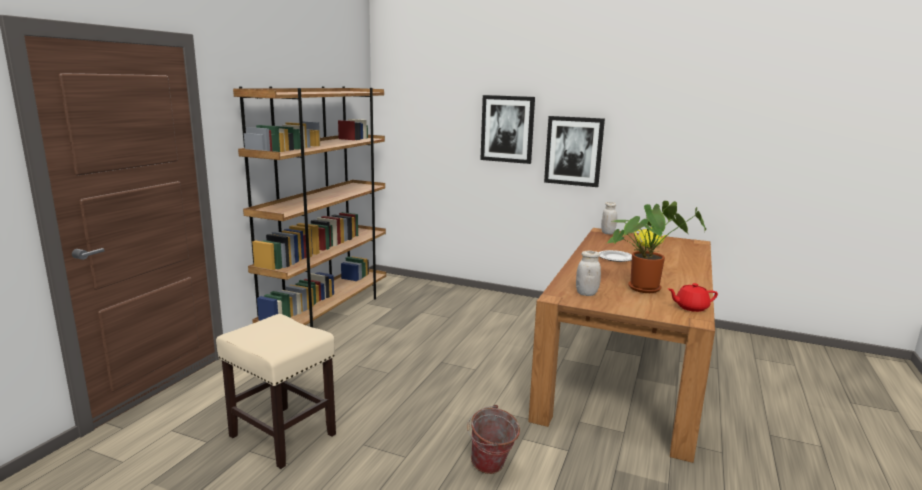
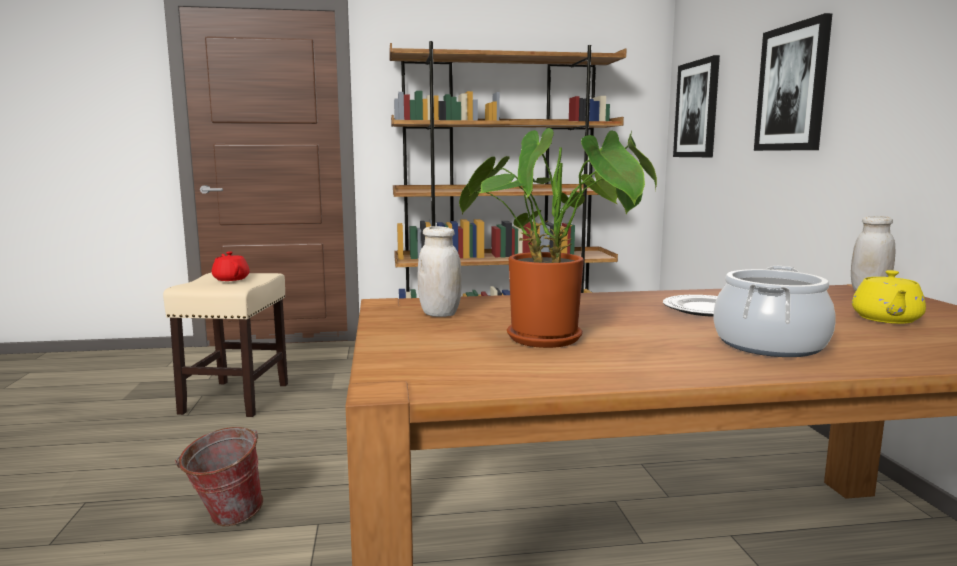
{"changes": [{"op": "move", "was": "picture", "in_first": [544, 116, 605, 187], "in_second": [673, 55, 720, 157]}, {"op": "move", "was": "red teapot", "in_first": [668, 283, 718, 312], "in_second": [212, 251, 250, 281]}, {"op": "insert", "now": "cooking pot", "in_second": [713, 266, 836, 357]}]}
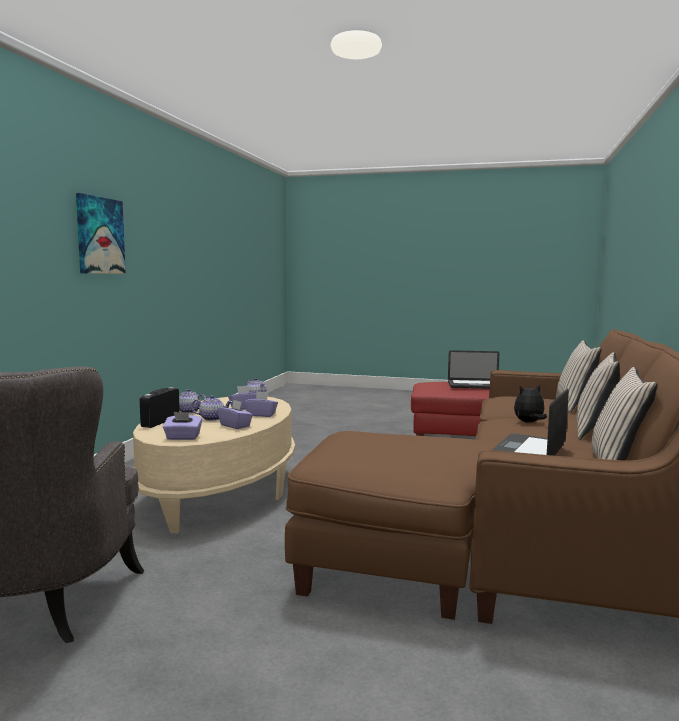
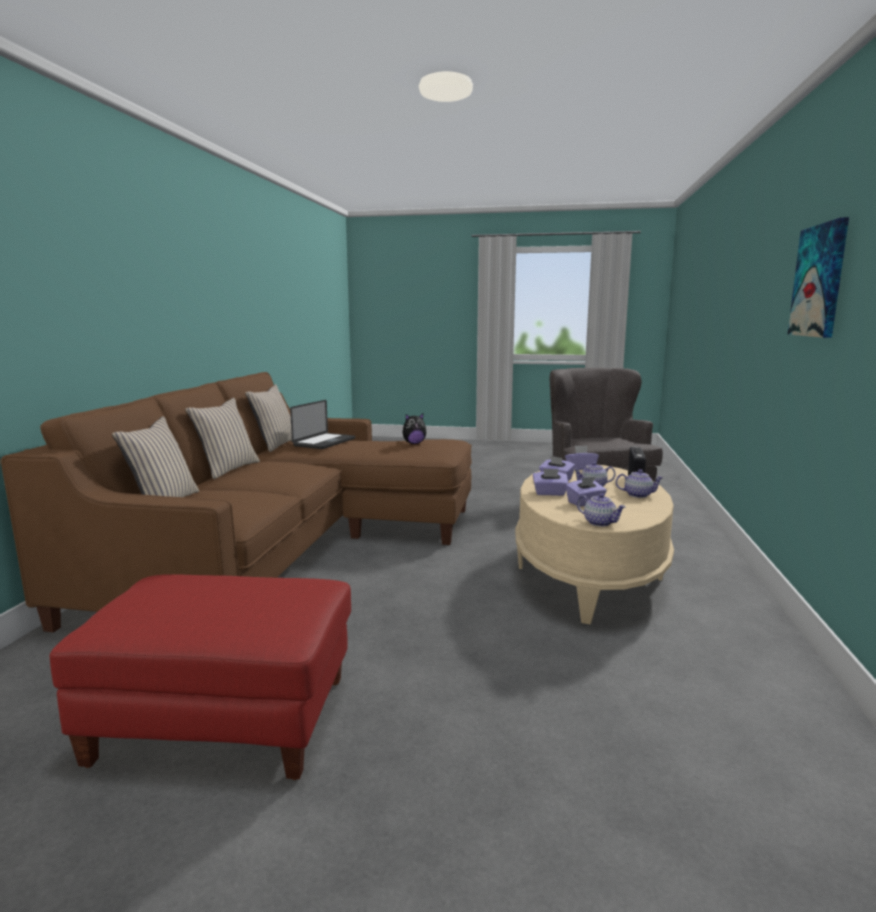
{"changes": [{"op": "delete", "was": "laptop", "in_first": [448, 350, 499, 389]}, {"op": "move", "was": "plush toy", "in_first": [514, 385, 547, 423], "in_second": [403, 414, 426, 444]}]}
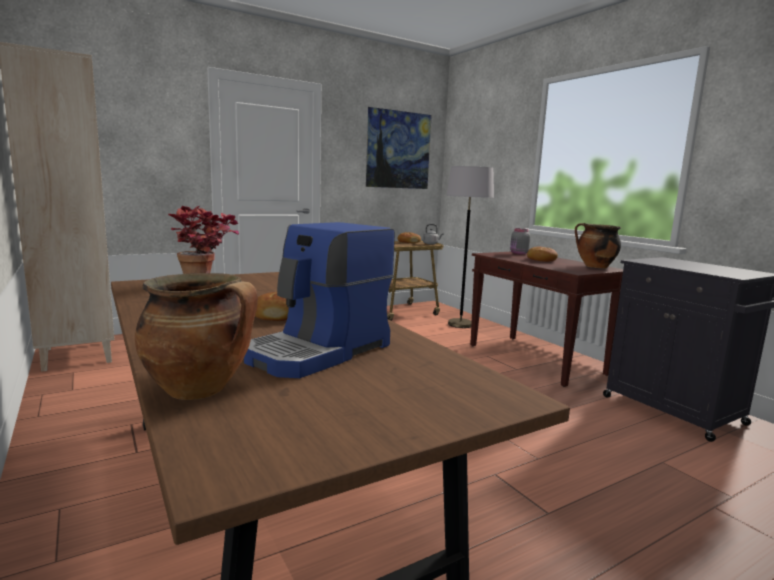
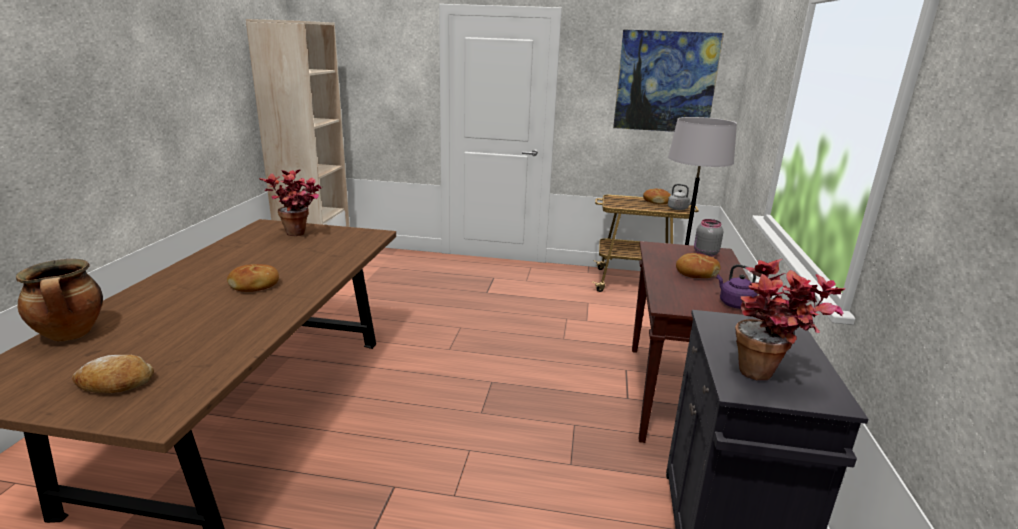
{"changes": [{"op": "delete", "was": "coffee machine", "in_first": [244, 222, 395, 378]}, {"op": "replace", "was": "cooking pot", "now": "purple kettle", "in_first": [575, 223, 621, 268], "in_second": [717, 264, 757, 309]}, {"op": "insert", "now": "bread", "in_second": [72, 355, 154, 393]}, {"op": "insert", "now": "potted plant", "in_second": [735, 259, 846, 380]}]}
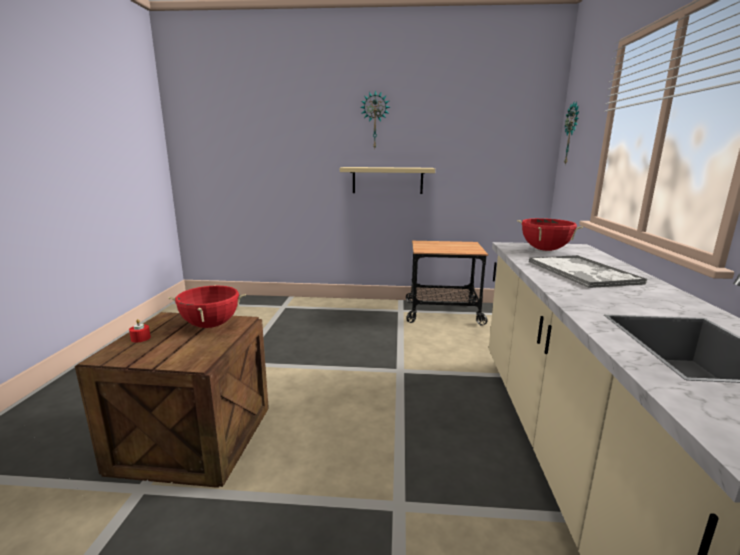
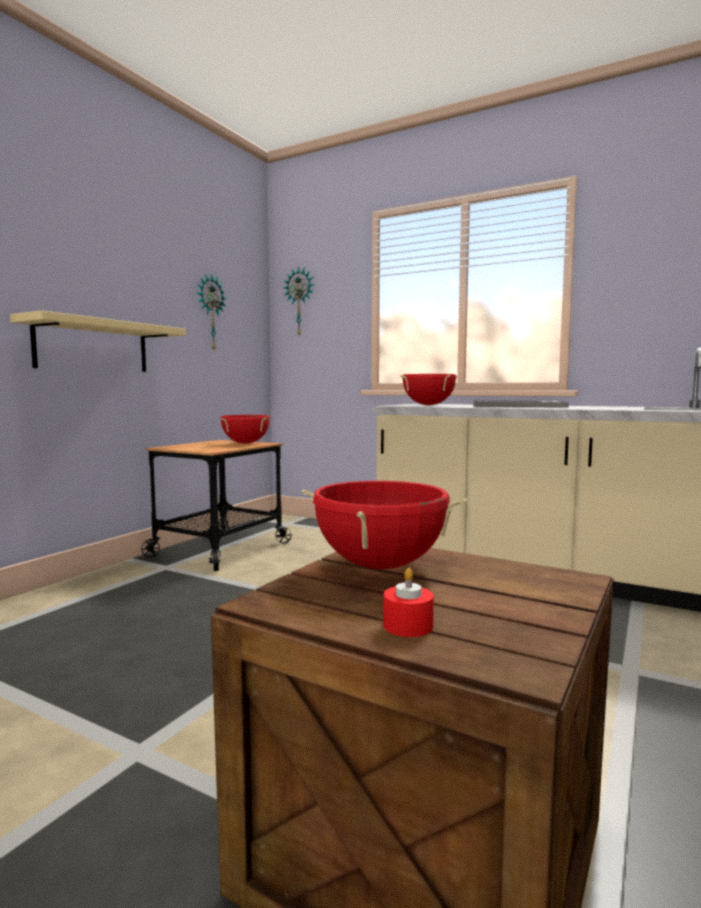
{"changes": [{"op": "move", "was": "wall clock", "in_first": [360, 90, 390, 148], "in_second": [197, 275, 226, 350]}, {"op": "insert", "now": "red cooking pot", "in_second": [220, 415, 270, 444]}]}
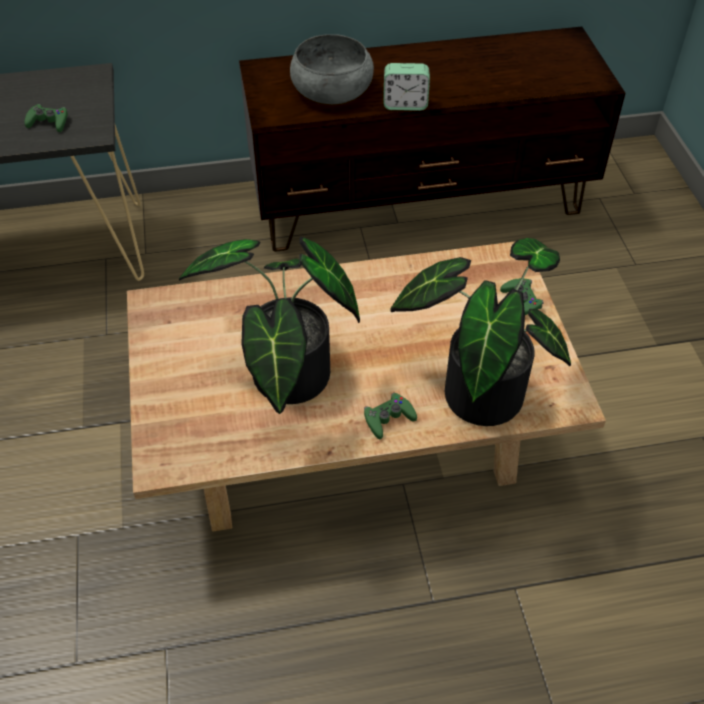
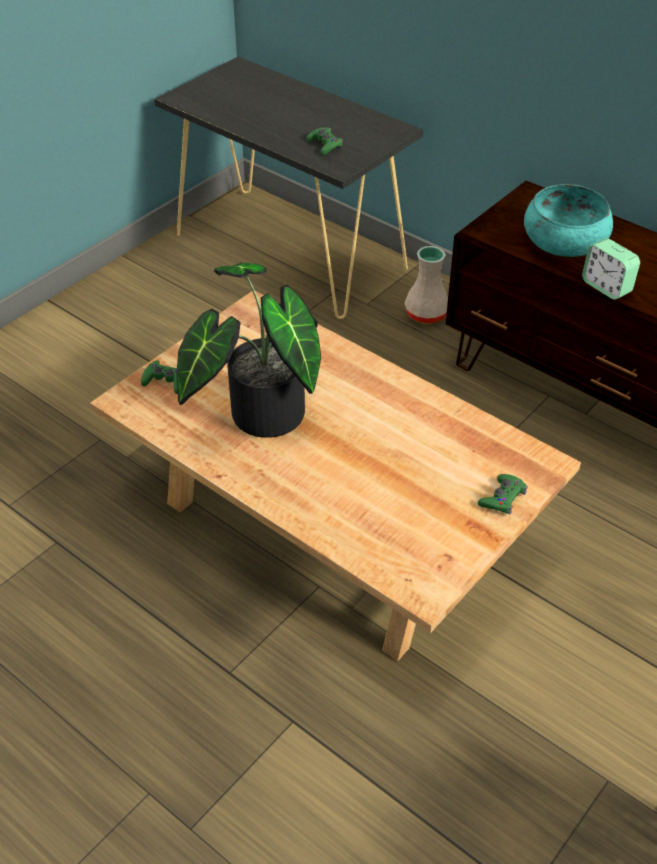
{"changes": [{"op": "recolor", "was": "grey bowl", "now": "turquoise bowl", "in_first": [290, 34, 374, 104], "in_second": [524, 184, 613, 257]}, {"op": "move", "was": "green game controller", "in_first": [364, 392, 417, 439], "in_second": [141, 360, 178, 394]}, {"op": "delete", "was": "potted plant", "in_first": [390, 238, 571, 426]}, {"op": "insert", "now": "beige vase", "in_second": [405, 246, 448, 324]}]}
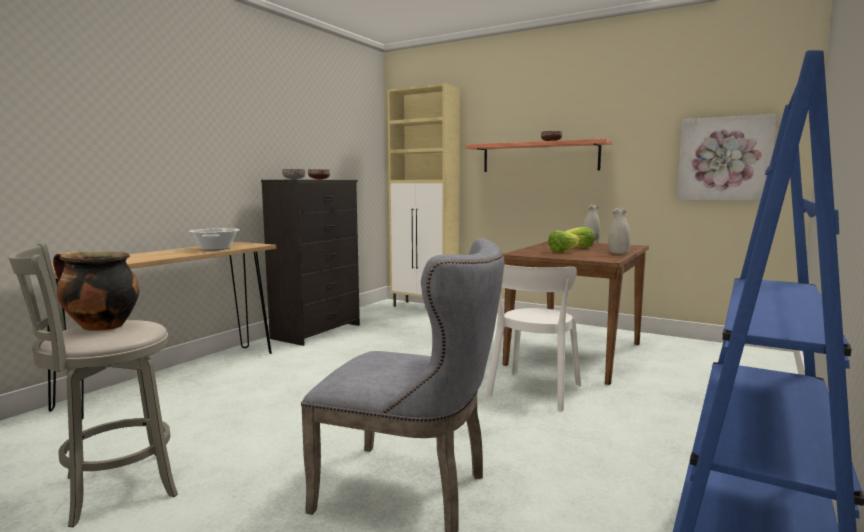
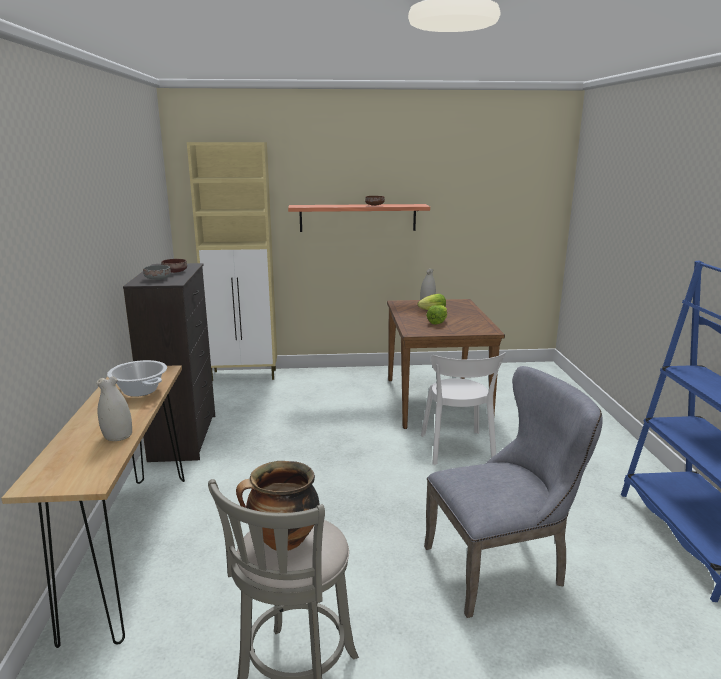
{"changes": [{"op": "move", "was": "white vase", "in_first": [608, 208, 631, 254], "in_second": [96, 376, 132, 441]}, {"op": "delete", "was": "picture", "in_first": [677, 114, 777, 201]}]}
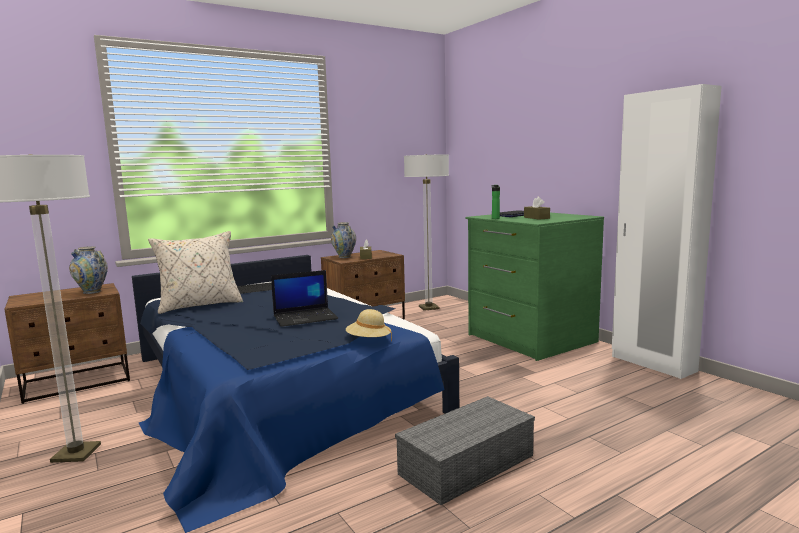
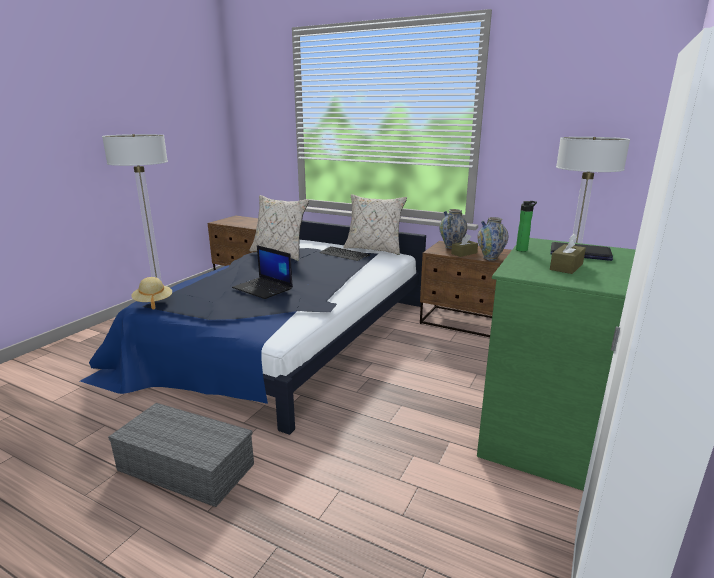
{"changes": [{"op": "move", "was": "vase", "in_first": [69, 246, 108, 294], "in_second": [477, 217, 509, 261]}, {"op": "move", "was": "beige hat", "in_first": [346, 309, 392, 341], "in_second": [131, 277, 172, 310]}, {"op": "insert", "now": "beige pillow", "in_second": [343, 194, 407, 255]}]}
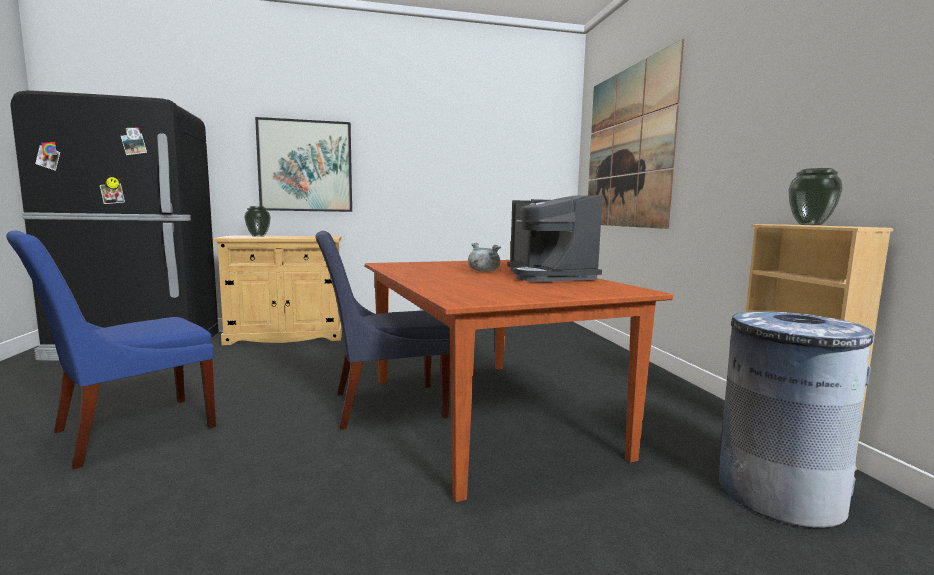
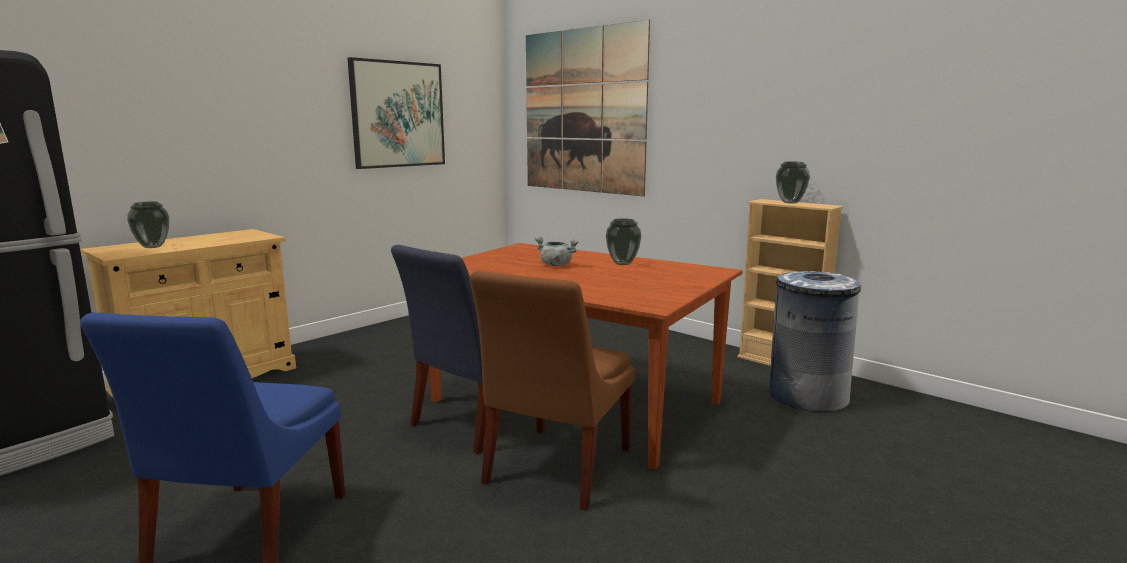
{"changes": [{"op": "move", "was": "picture", "in_first": [255, 117, 352, 212], "in_second": [348, 57, 445, 169]}, {"op": "replace", "was": "coffee machine", "now": "vase", "in_first": [507, 195, 602, 282], "in_second": [606, 219, 641, 265]}, {"op": "insert", "now": "brown chair", "in_second": [470, 271, 635, 511]}]}
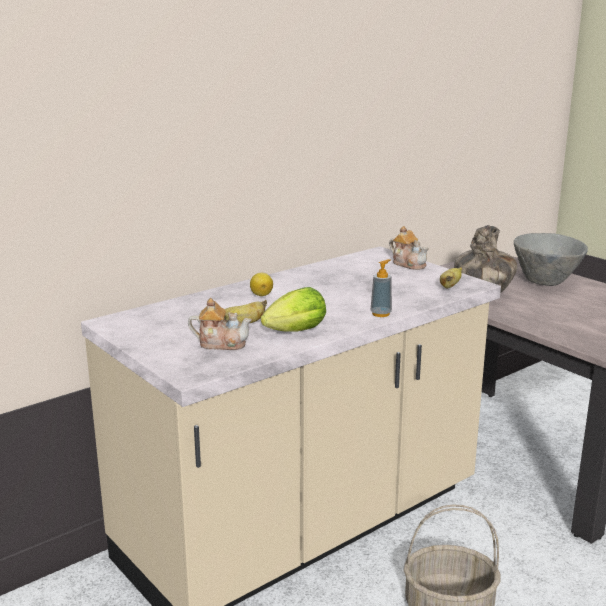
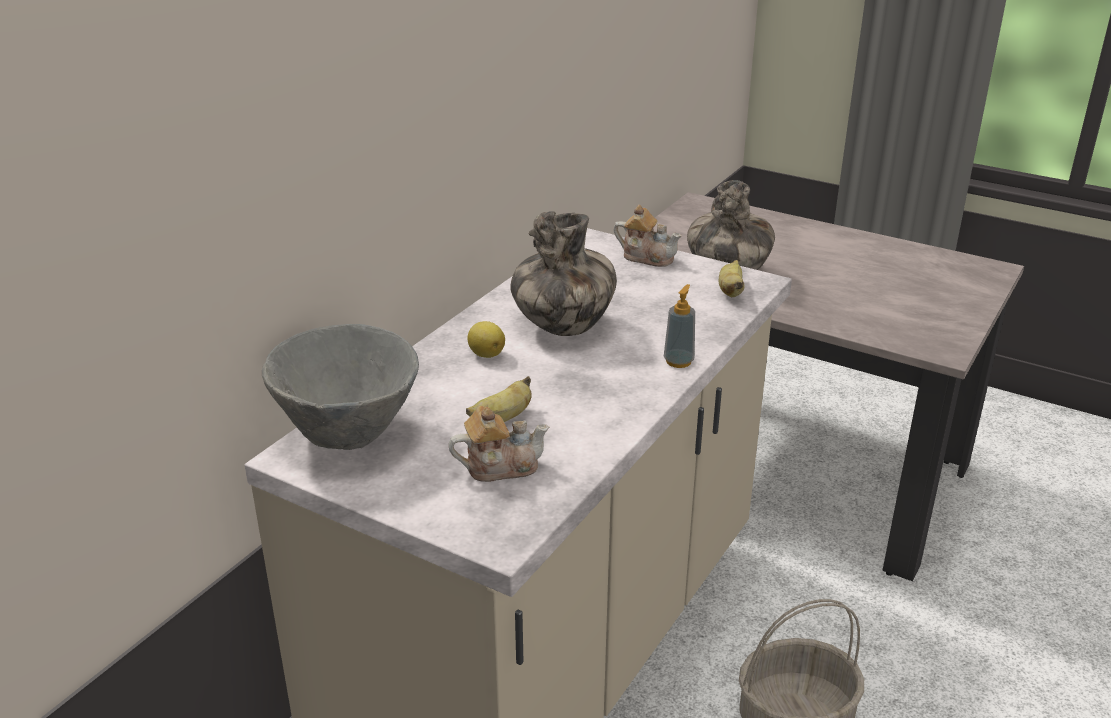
{"changes": [{"op": "delete", "was": "lettuce", "in_first": [261, 287, 326, 331]}, {"op": "move", "was": "grey bowl", "in_first": [514, 233, 588, 286], "in_second": [262, 324, 419, 450]}, {"op": "insert", "now": "vase", "in_second": [510, 211, 617, 336]}]}
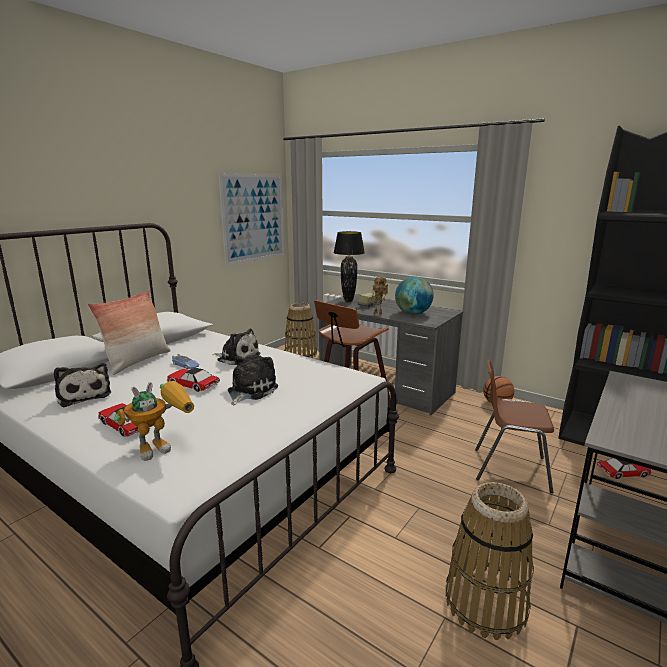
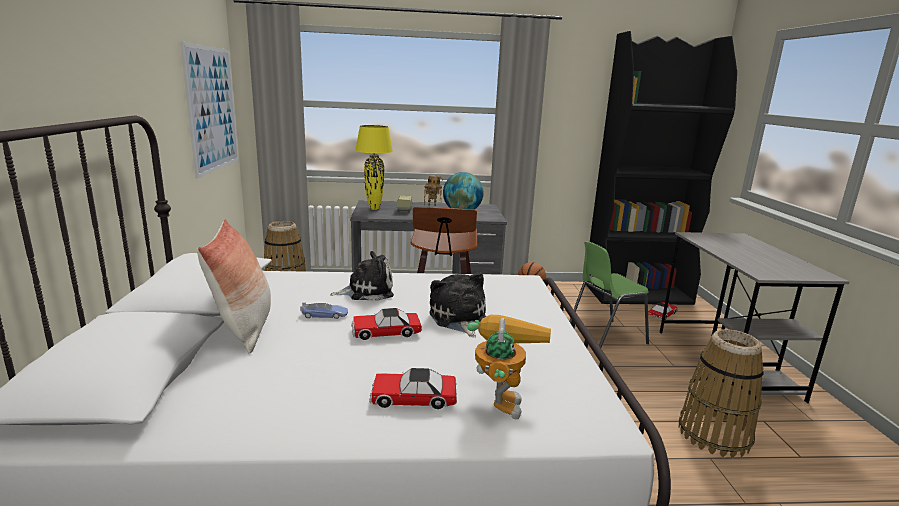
{"changes": [{"op": "delete", "was": "plush toy", "in_first": [54, 363, 111, 407]}, {"op": "recolor", "was": "black table lamp", "now": "yellow table lamp", "in_first": [334, 231, 365, 302], "in_second": [355, 125, 393, 210]}, {"op": "recolor", "was": "brown chair", "now": "green chair", "in_first": [475, 360, 554, 493], "in_second": [569, 241, 649, 348]}]}
